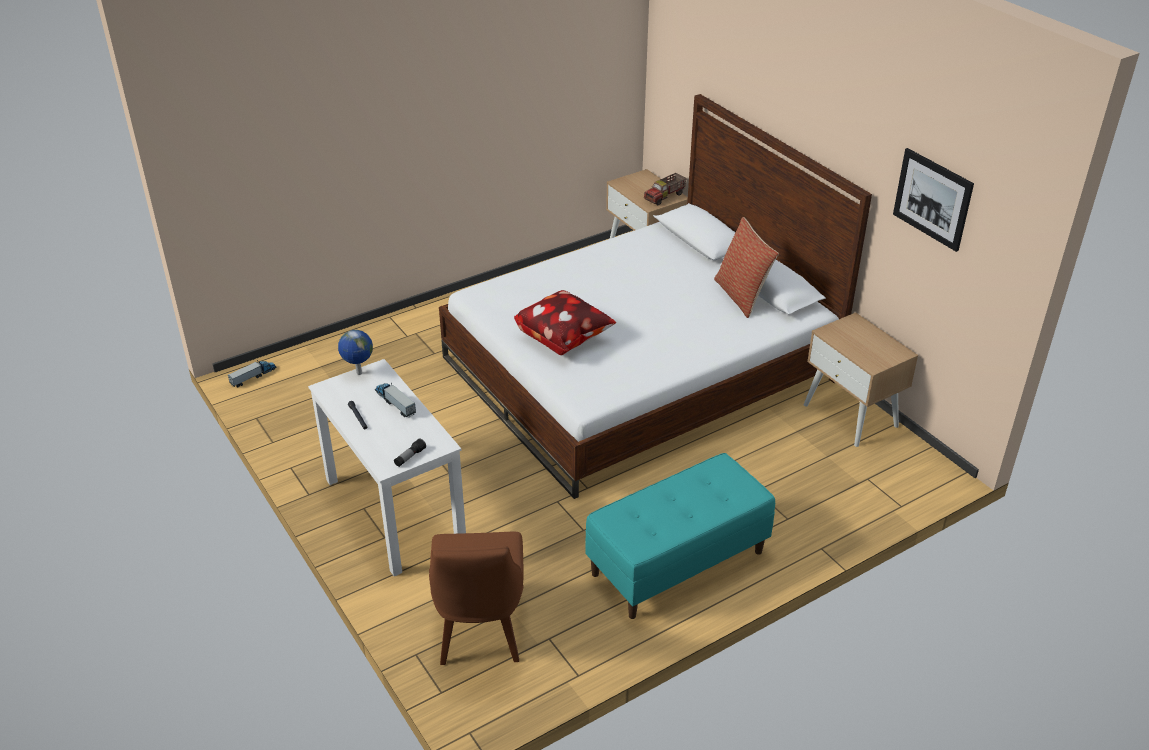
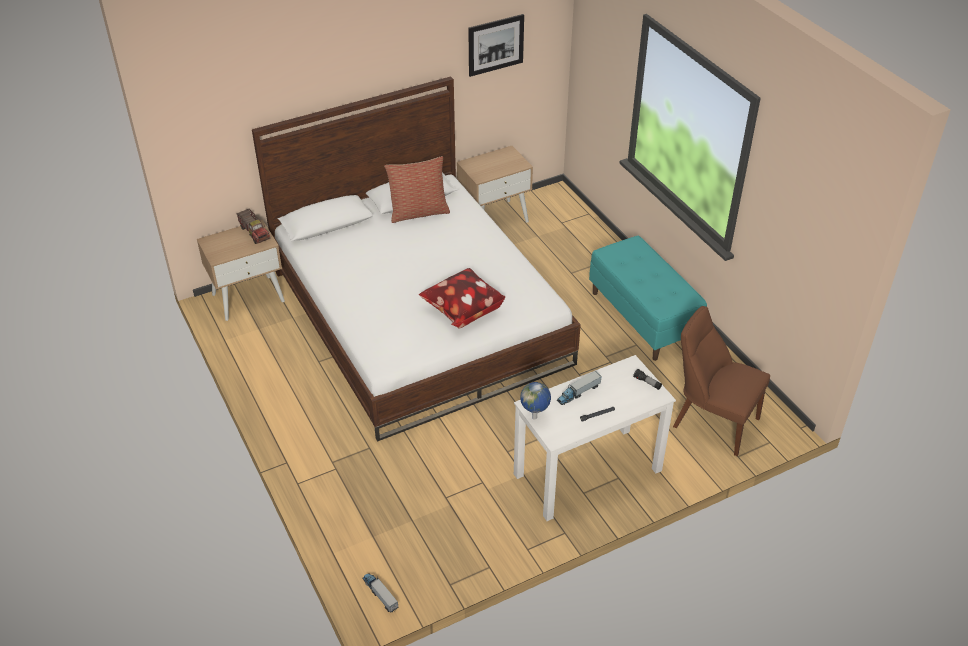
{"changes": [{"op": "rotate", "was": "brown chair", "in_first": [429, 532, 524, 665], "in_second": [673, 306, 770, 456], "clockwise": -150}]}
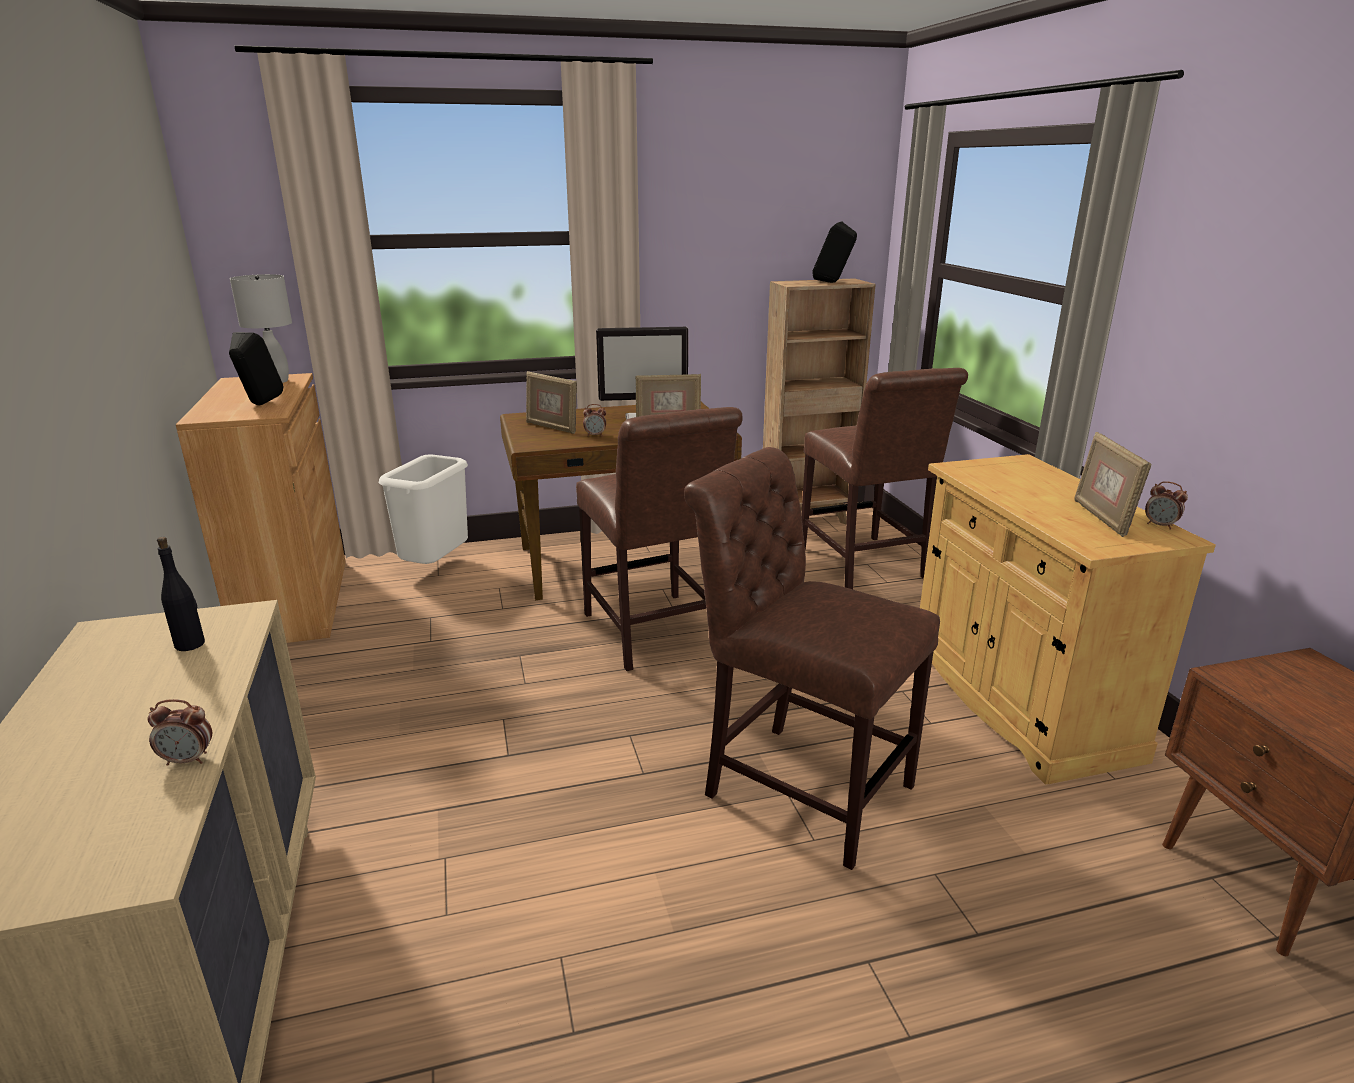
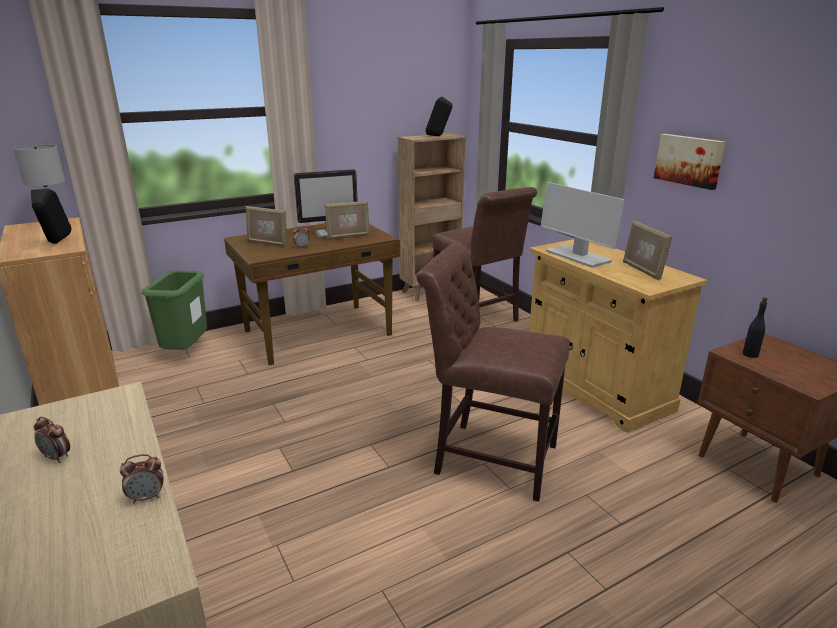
{"changes": [{"op": "move", "was": "black bottle", "in_first": [157, 537, 205, 651], "in_second": [743, 297, 767, 358]}, {"op": "recolor", "was": "white trash can", "now": "green trash can", "in_first": [379, 454, 468, 564], "in_second": [142, 271, 207, 350]}, {"op": "delete", "was": "brown chair", "in_first": [576, 407, 743, 671]}, {"op": "move", "was": "alarm clock", "in_first": [1145, 481, 1188, 530], "in_second": [34, 417, 70, 463]}, {"op": "insert", "now": "monitor", "in_second": [540, 182, 625, 268]}, {"op": "insert", "now": "picture", "in_second": [654, 134, 725, 190]}]}
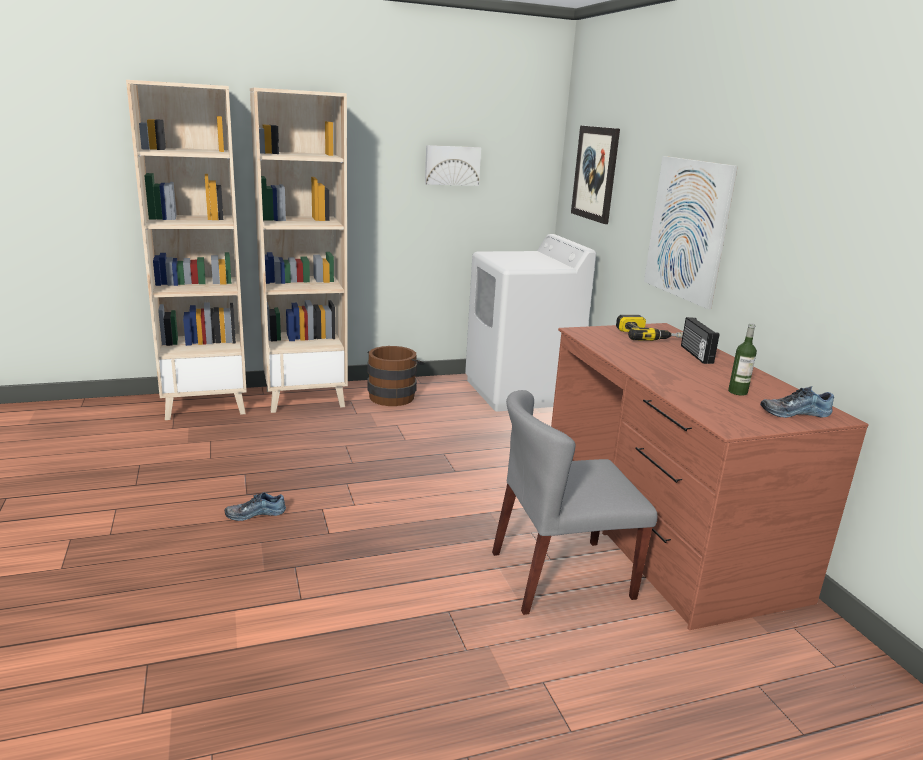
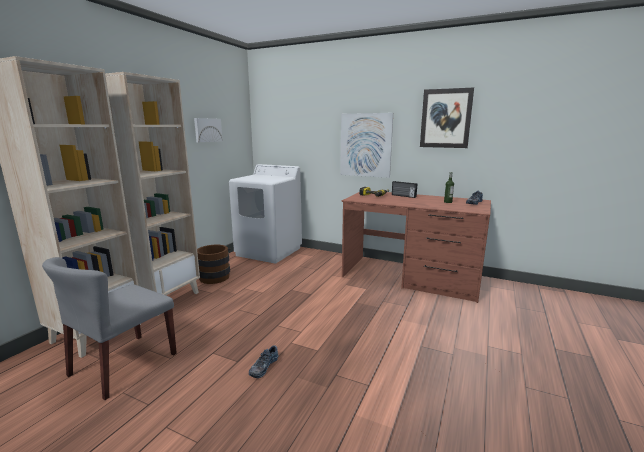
{"changes": [{"op": "move", "was": "grey chair", "in_first": [492, 390, 658, 615], "in_second": [42, 257, 177, 400]}, {"op": "move", "was": "picture", "in_first": [571, 126, 620, 224], "in_second": [420, 88, 474, 148]}]}
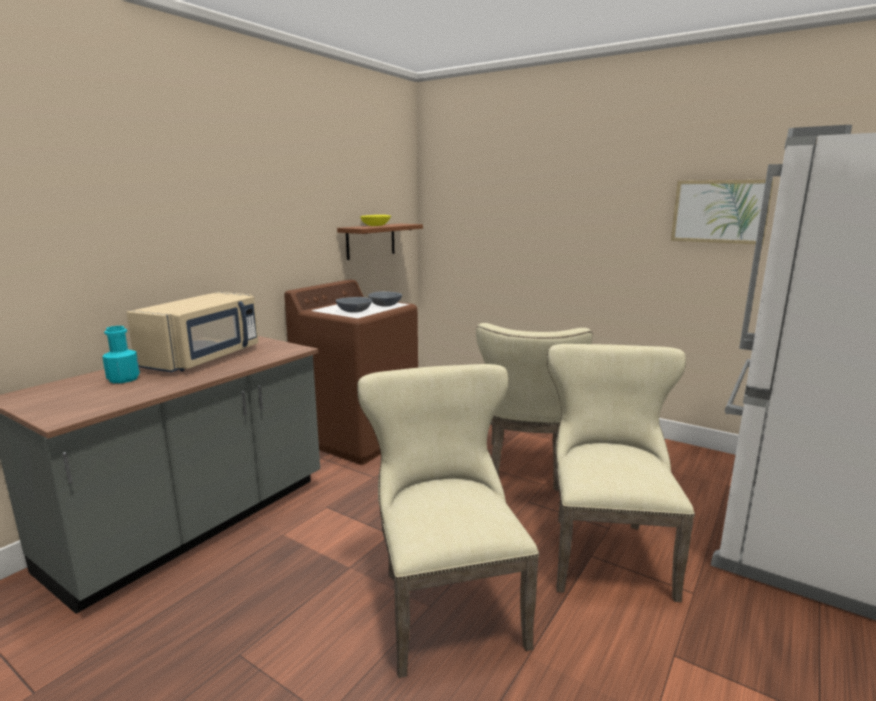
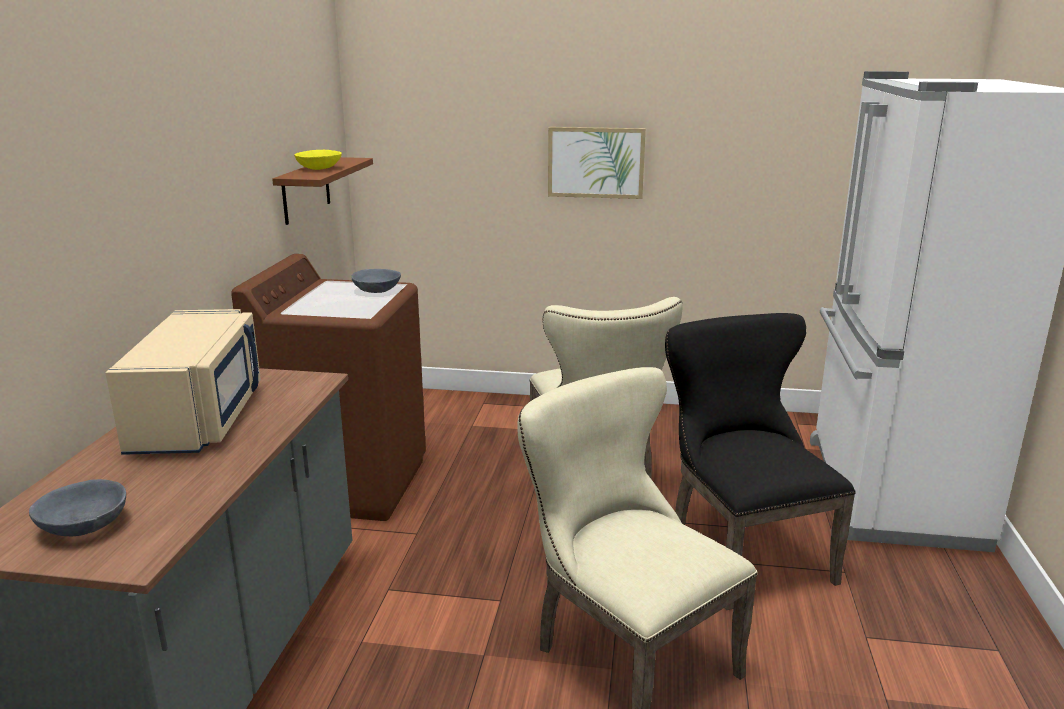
{"changes": [{"op": "delete", "was": "turquoise bottle", "in_first": [102, 326, 140, 383]}, {"op": "move", "was": "grey bowl", "in_first": [336, 297, 372, 313], "in_second": [29, 479, 126, 536]}, {"op": "recolor", "was": "beige chair", "now": "black chair", "in_first": [547, 344, 695, 602], "in_second": [665, 313, 855, 610]}, {"op": "move", "was": "picture", "in_first": [671, 180, 774, 245], "in_second": [548, 127, 646, 199]}]}
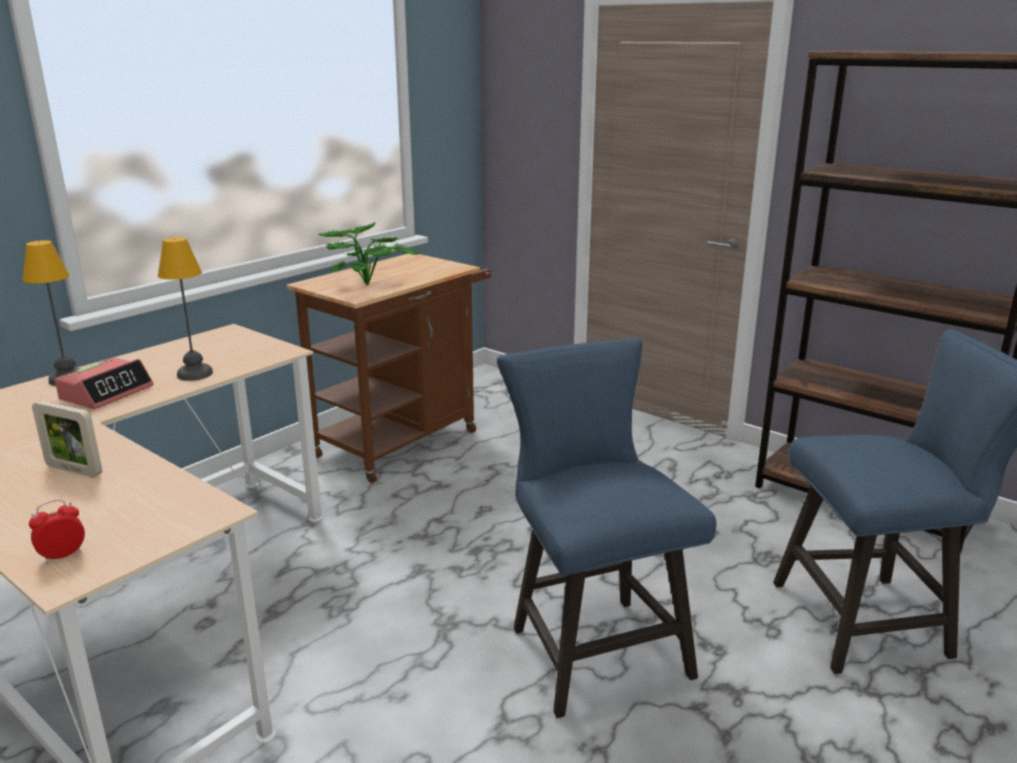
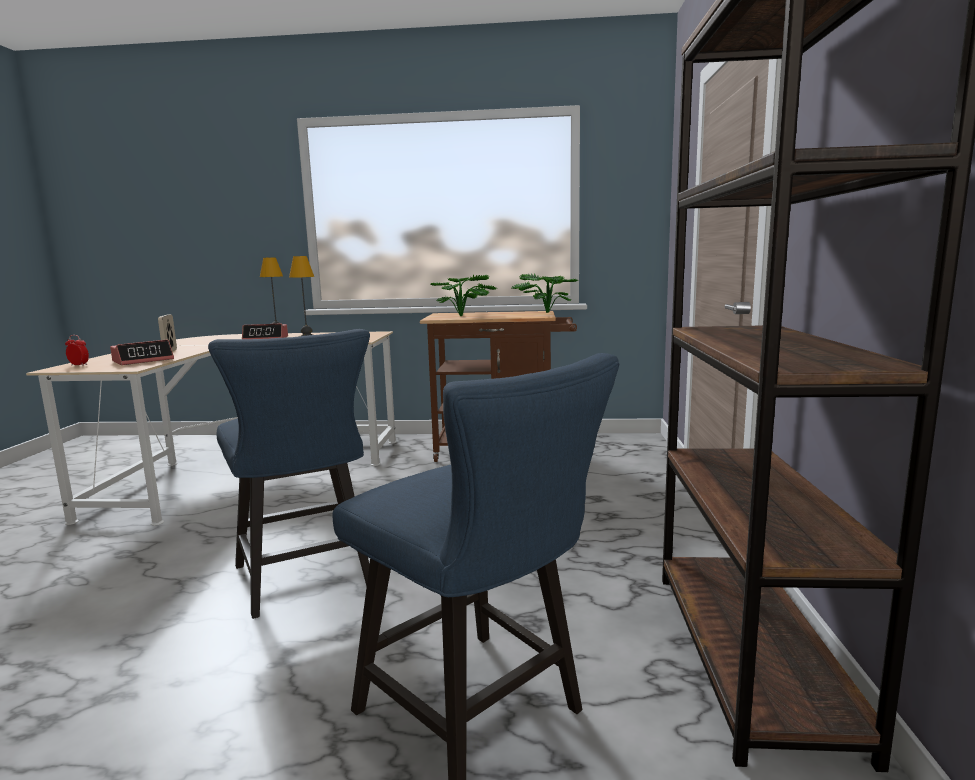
{"changes": [{"op": "rotate", "was": "blue chair", "in_first": [497, 338, 717, 718], "in_second": [208, 329, 370, 619], "clockwise": 120}, {"op": "insert", "now": "alarm clock", "in_second": [110, 340, 174, 365]}, {"op": "insert", "now": "potted plant", "in_second": [512, 273, 578, 313]}]}
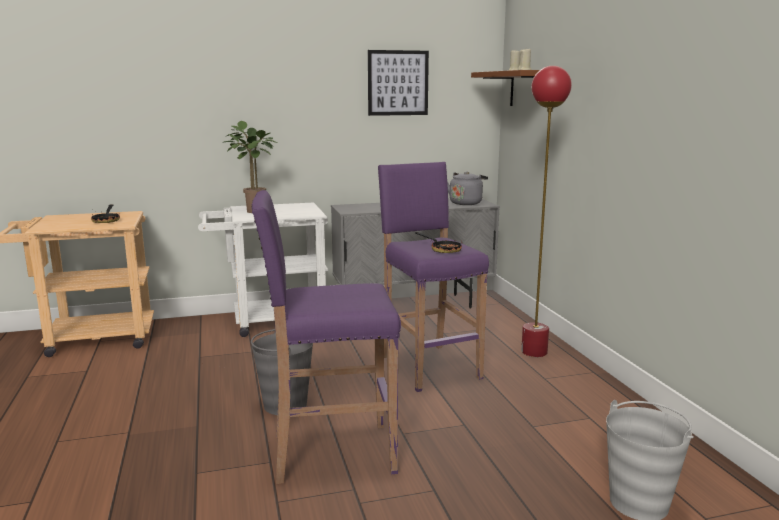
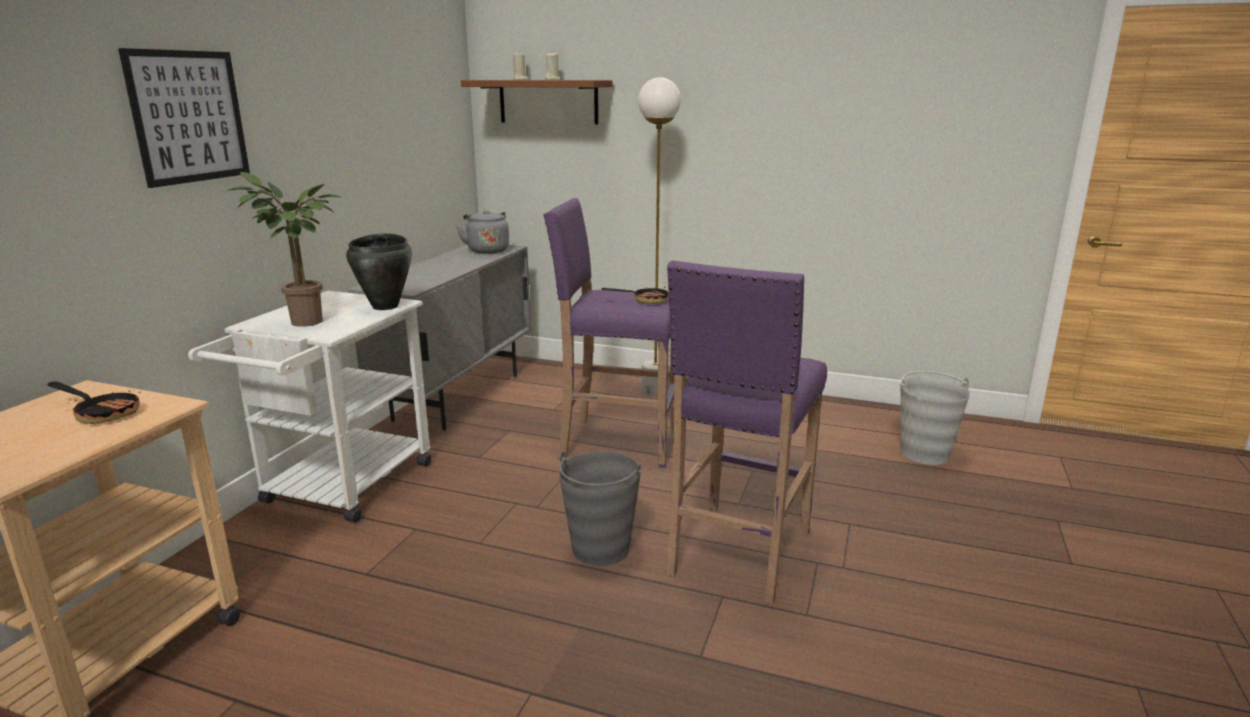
{"changes": [{"op": "move", "was": "picture", "in_first": [368, 50, 429, 116], "in_second": [118, 48, 250, 188]}, {"op": "recolor", "was": "red floor lamp", "now": "white floor lamp", "in_first": [521, 66, 572, 357], "in_second": [638, 77, 681, 397]}, {"op": "insert", "now": "black cooking pot", "in_second": [346, 233, 412, 310]}]}
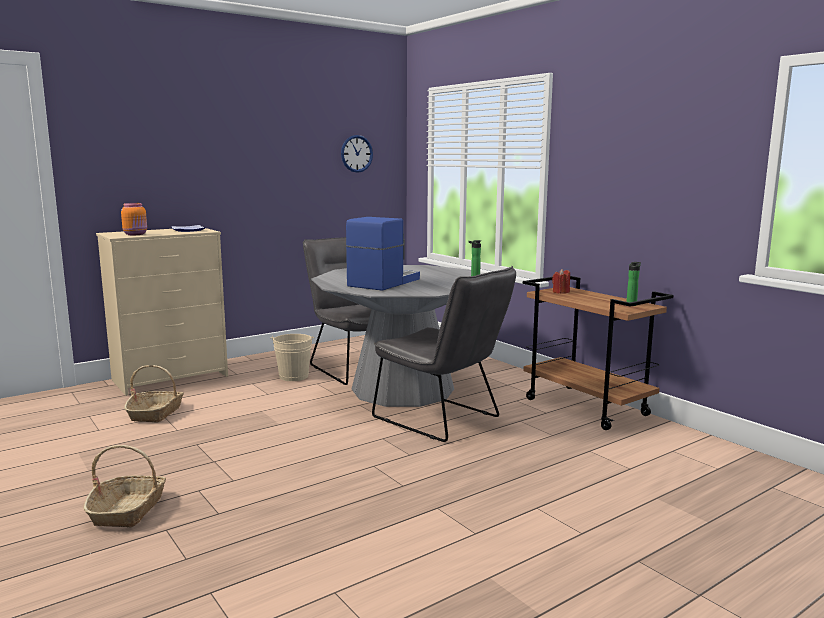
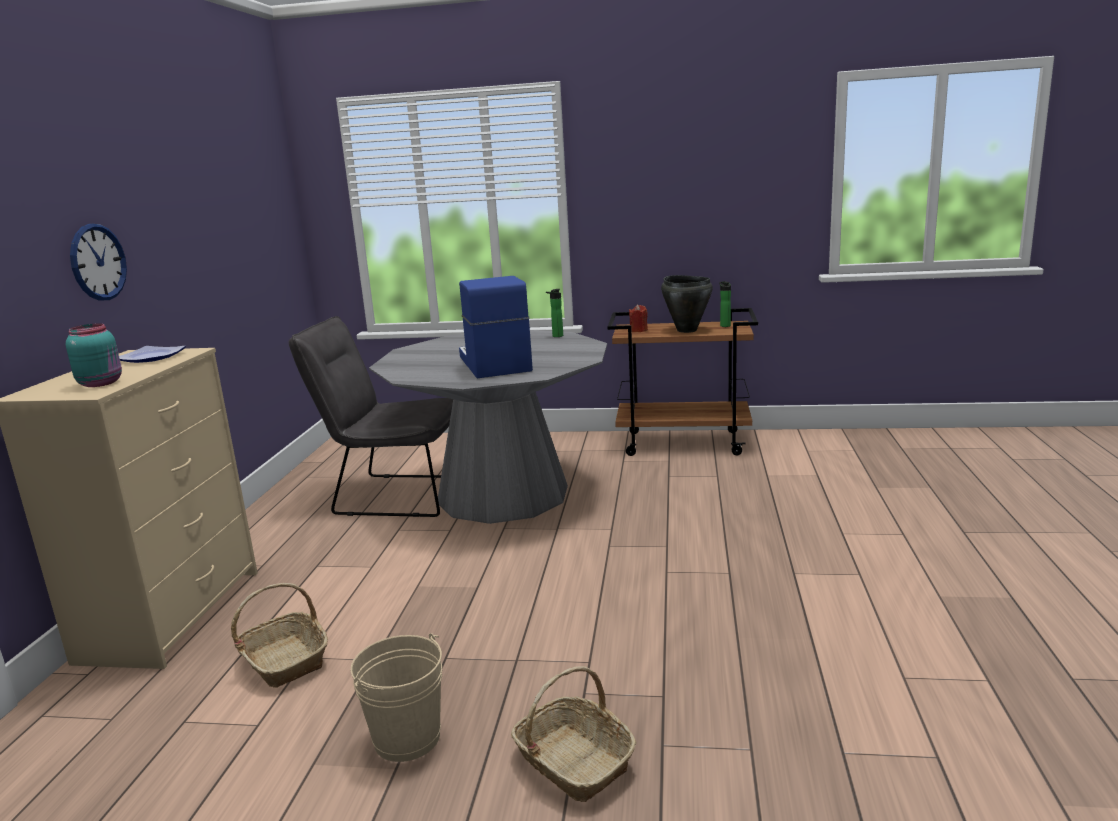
{"changes": [{"op": "recolor", "was": "orange jar", "now": "turquoise jar", "in_first": [121, 203, 147, 235], "in_second": [66, 323, 122, 387]}, {"op": "move", "was": "beige bucket", "in_first": [270, 334, 314, 381], "in_second": [351, 633, 442, 762]}, {"op": "move", "was": "wall clock", "in_first": [341, 135, 373, 173], "in_second": [70, 224, 127, 301]}, {"op": "delete", "was": "grey chair", "in_first": [372, 266, 516, 442]}, {"op": "insert", "now": "black cooking pot", "in_second": [661, 275, 713, 333]}]}
